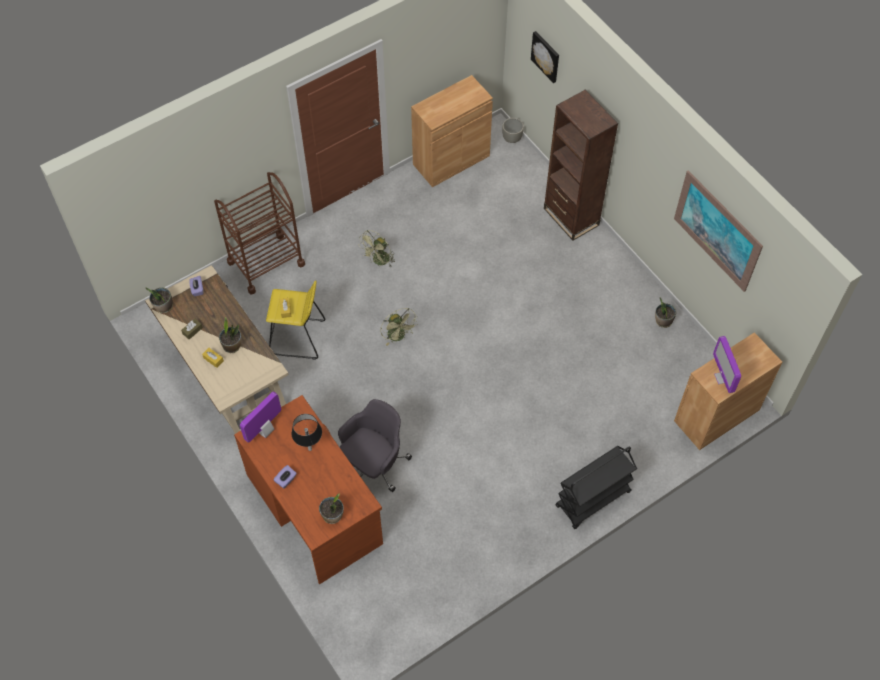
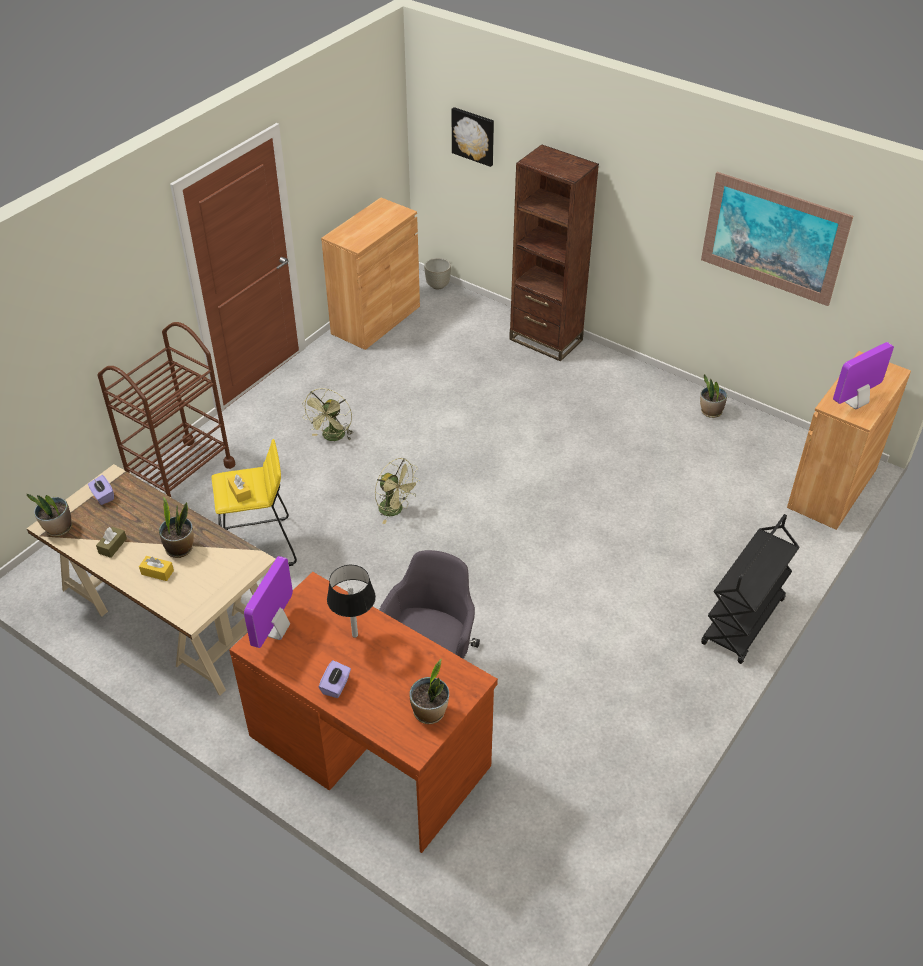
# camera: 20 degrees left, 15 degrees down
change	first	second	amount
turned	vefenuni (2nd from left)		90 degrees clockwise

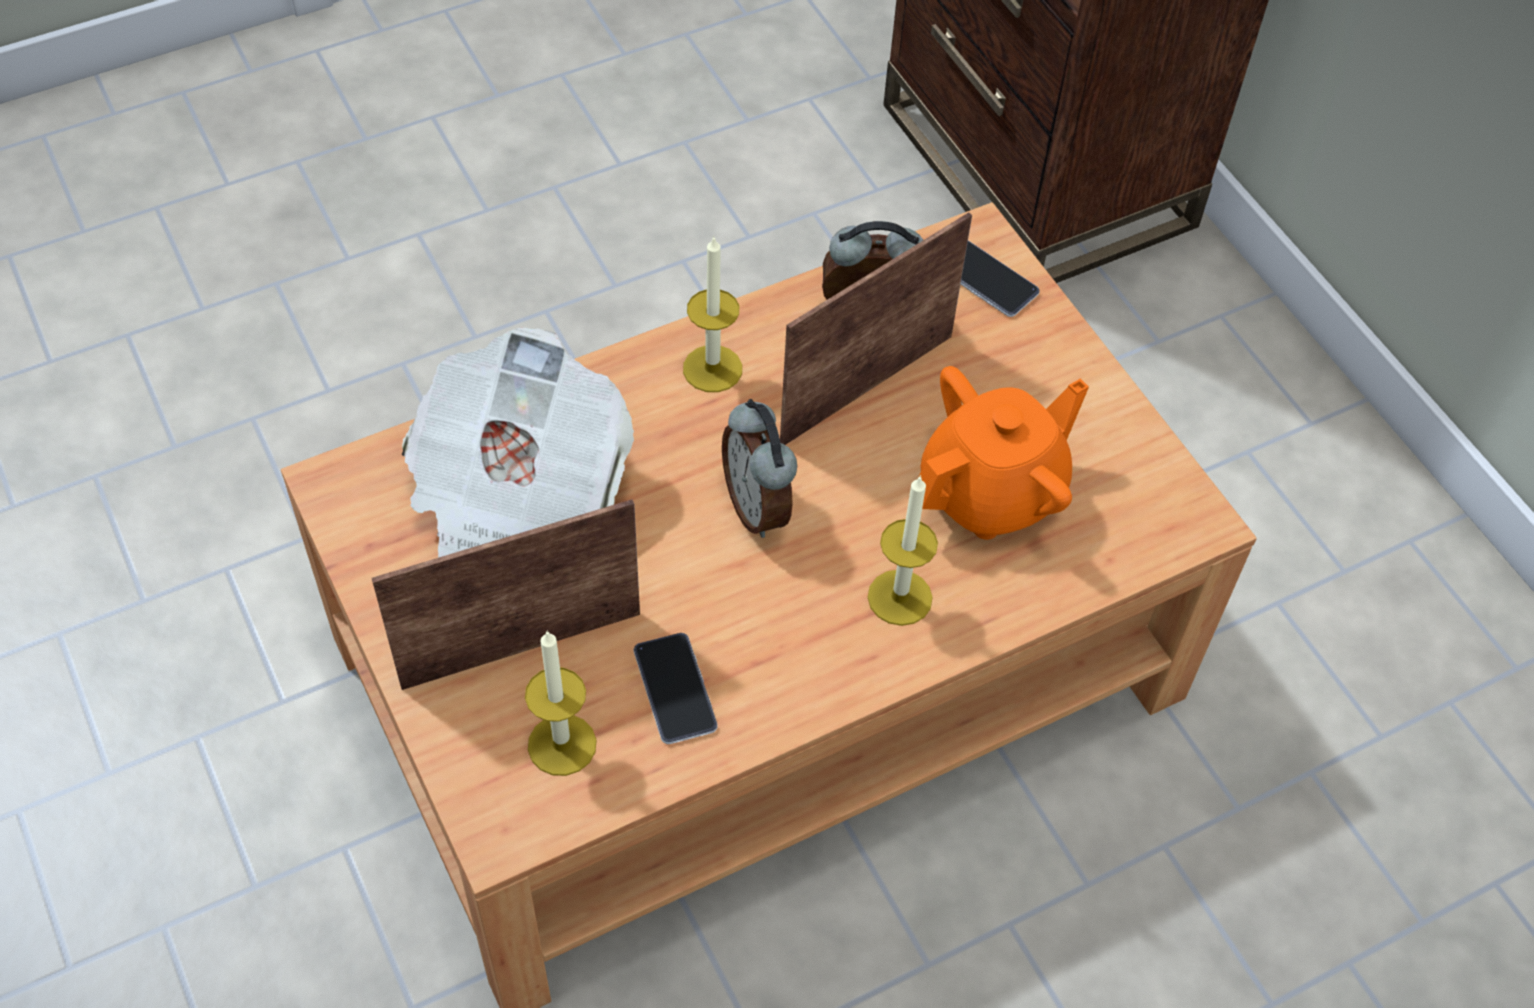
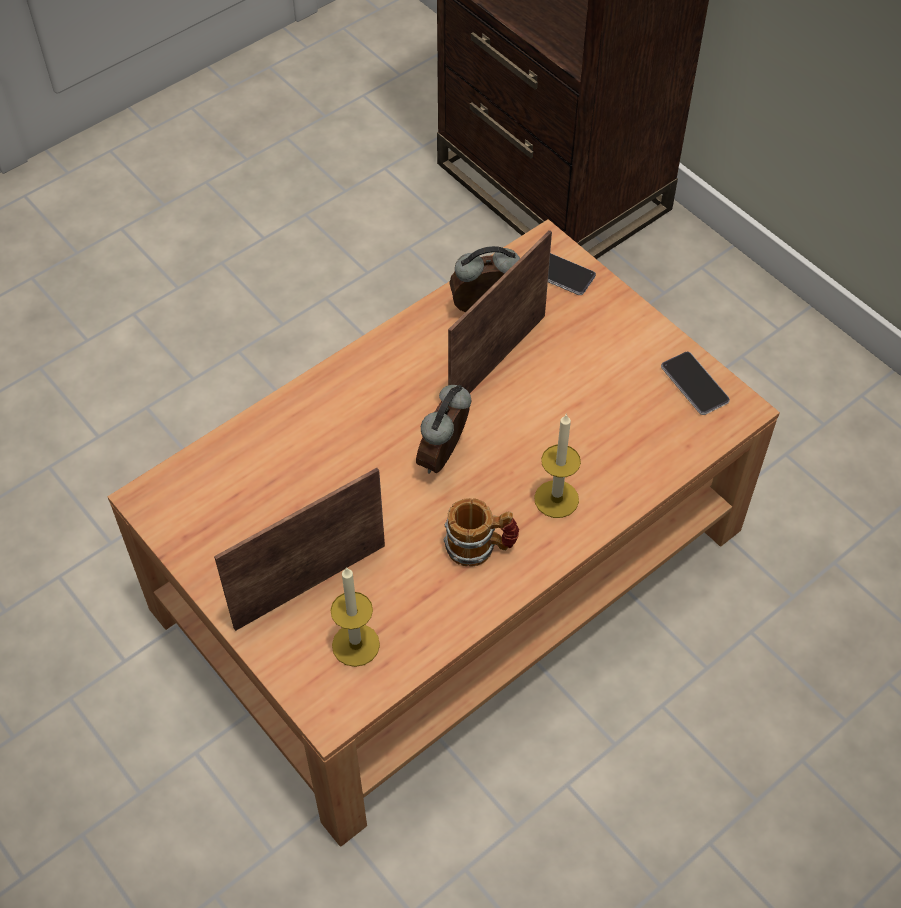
# camera: 10 degrees left, 0 degrees up
change	first	second	amount
removed	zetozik		
removed	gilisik (2nd from left)		
removed	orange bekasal		
added		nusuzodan	
moved	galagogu (1st from left in the first image)	galagogu (2nd from left)	
turned	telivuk (1st from left)		60 degrees clockwise

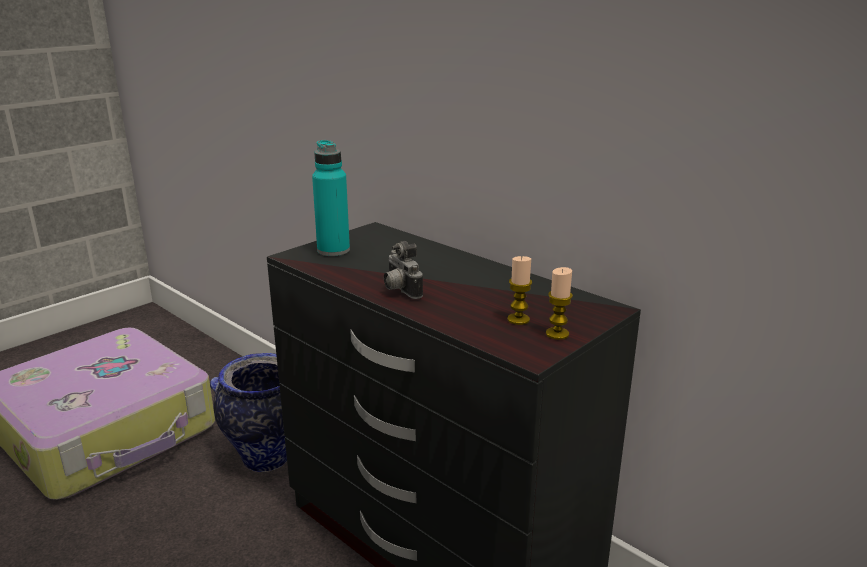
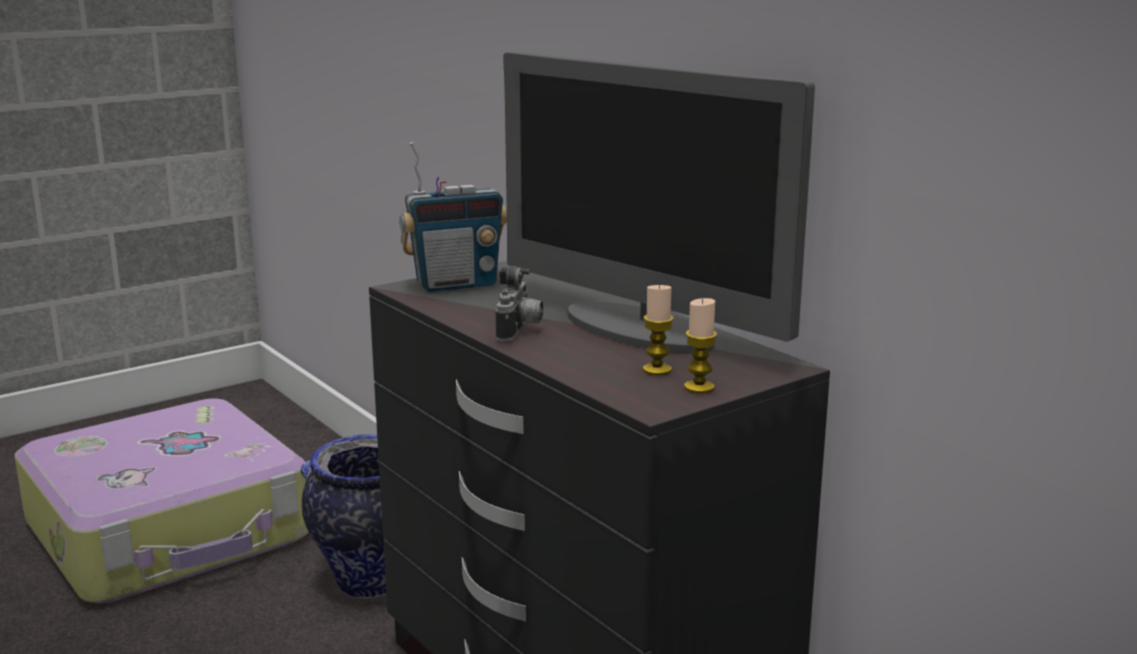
# camera: 10 degrees right, 5 degrees down
change	first	second	amount
added		vefenuni	
replaced	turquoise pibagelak	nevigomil	
turned	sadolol		150 degrees counterclockwise

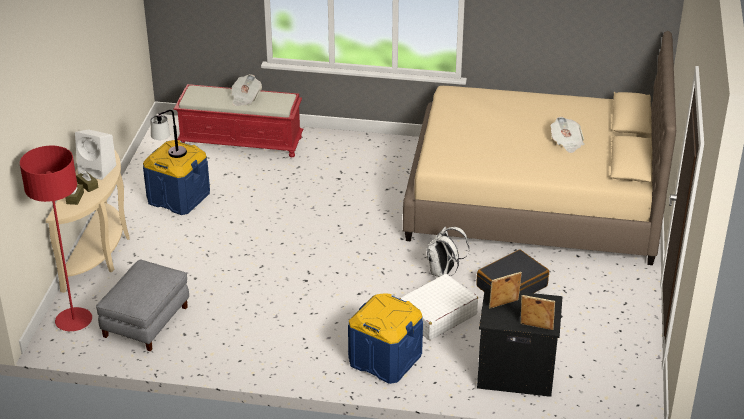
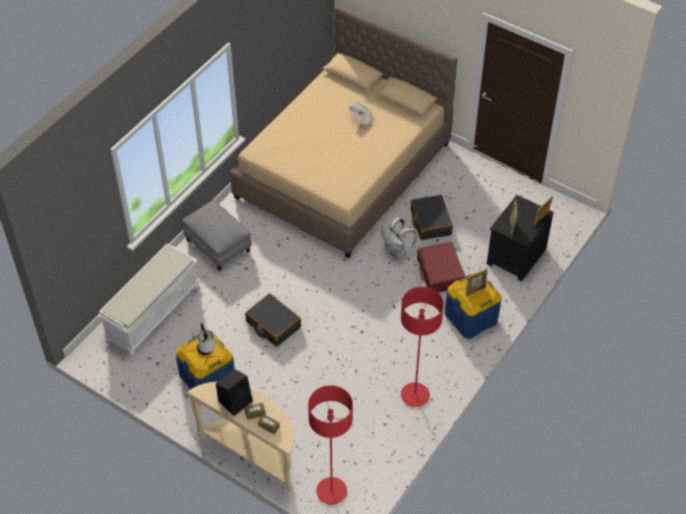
# camera: 65 degrees left, 15 degrees up
change	first	second	amount
removed	zetozik (1st from left)		
added		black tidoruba (1st from left)	
added		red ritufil (2nd from left)	
added		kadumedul (1st from left)	
moved	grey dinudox		
recoloured	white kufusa	black kufusa	
recoloured	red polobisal	white polobisal	
recoloured	white tidoruba	red tidoruba	

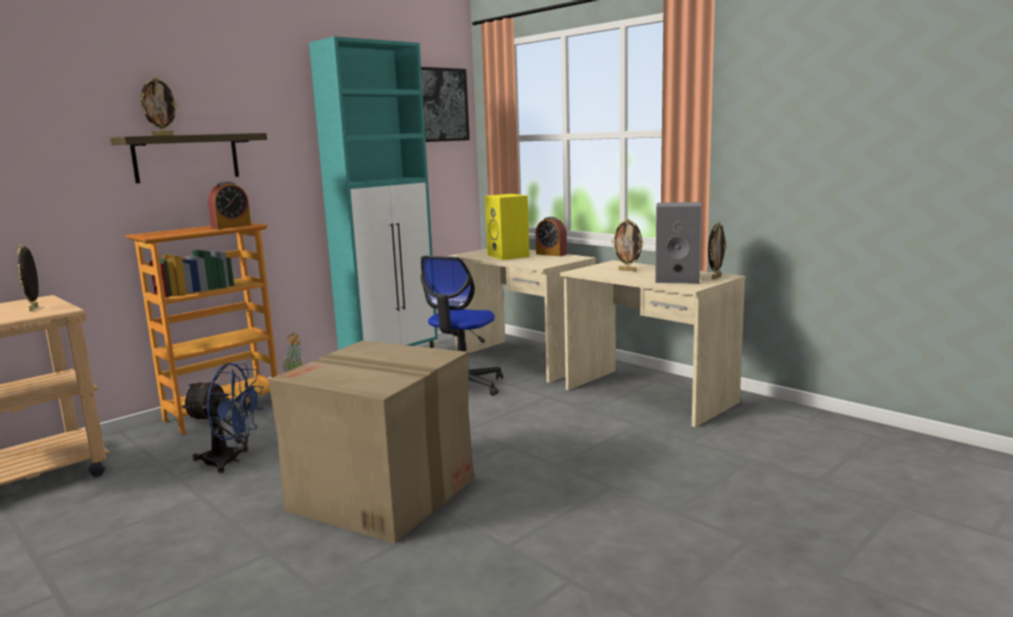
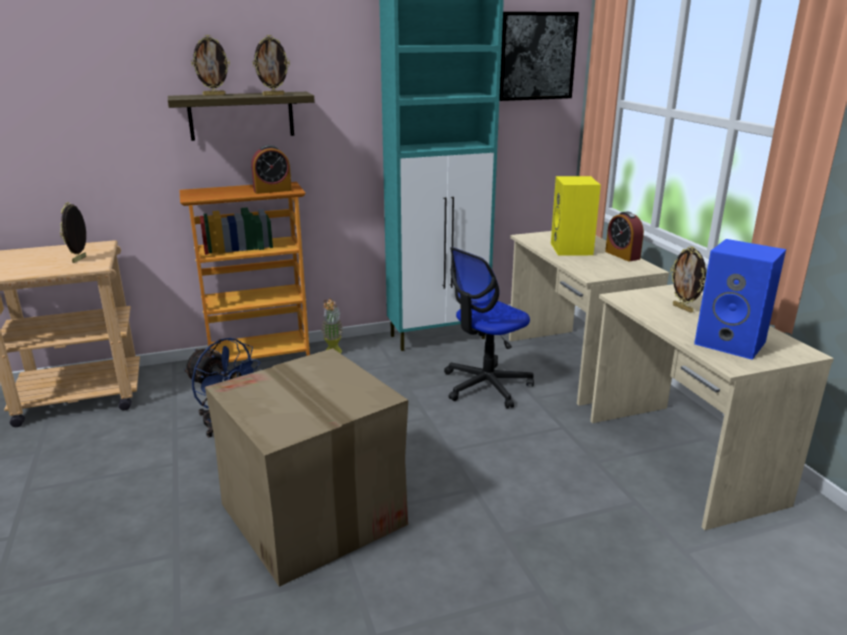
# camera: 25 degrees right, 10 degrees up
change	first	second	amount
moved	kadumedul (4th from left in the first image)	kadumedul (3rd from left)	
recoloured	grey kufusa	blue kufusa	

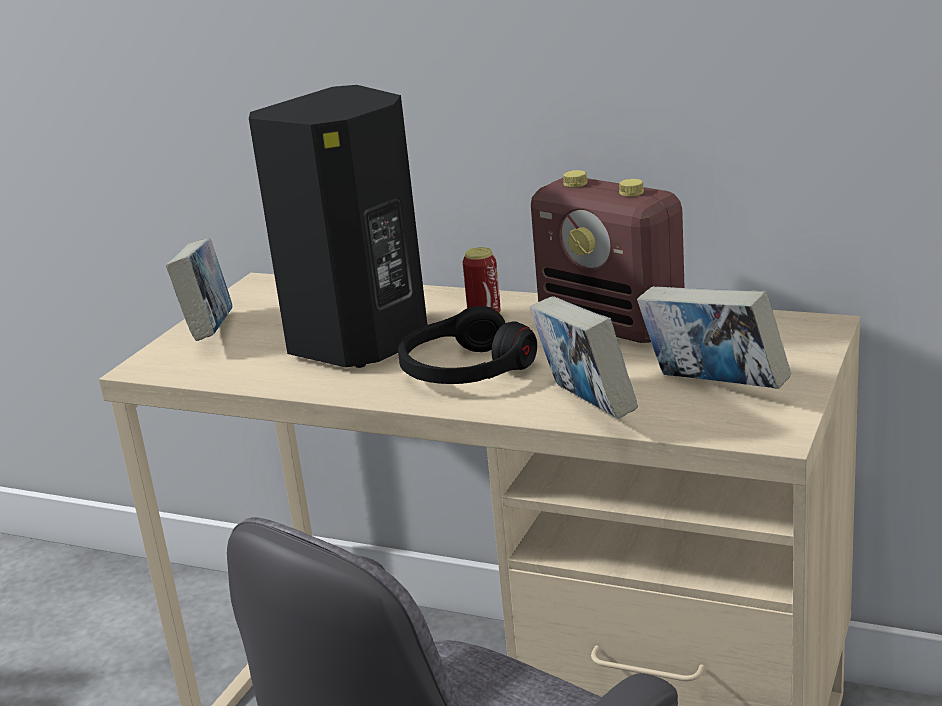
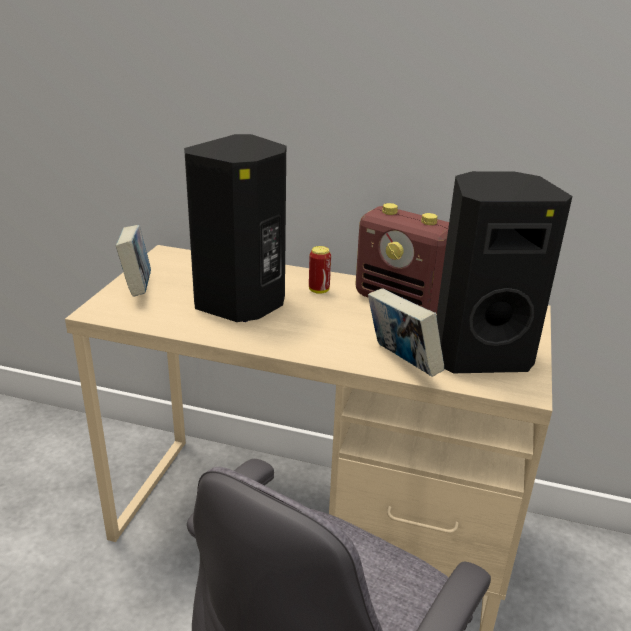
# camera: 10 degrees left, 5 degrees up
change	first	second	amount
removed	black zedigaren		
replaced	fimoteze (3rd from left)	black kufusa (2nd from left)	

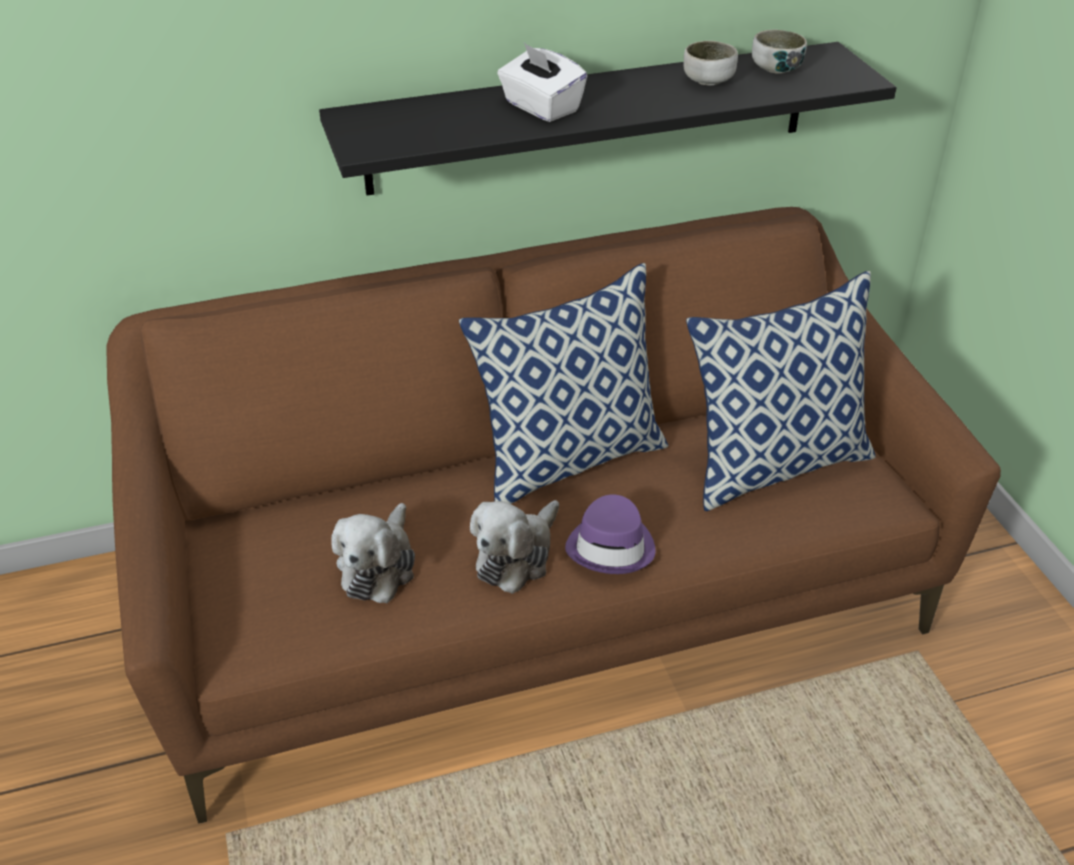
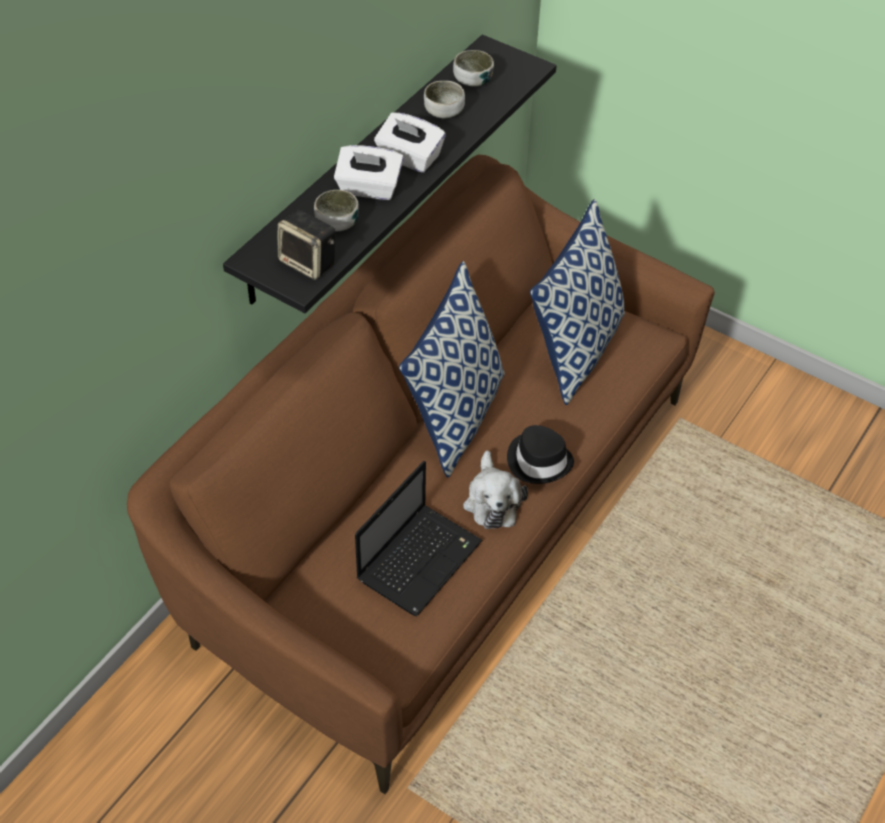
# camera: 40 degrees left, 10 degrees up
change	first	second	amount
added		kufusa	
added		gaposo (1st from left)	
added		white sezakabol (2nd from left)	
replaced	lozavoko (1st from left)	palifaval	
recoloured	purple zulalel	black zulalel	

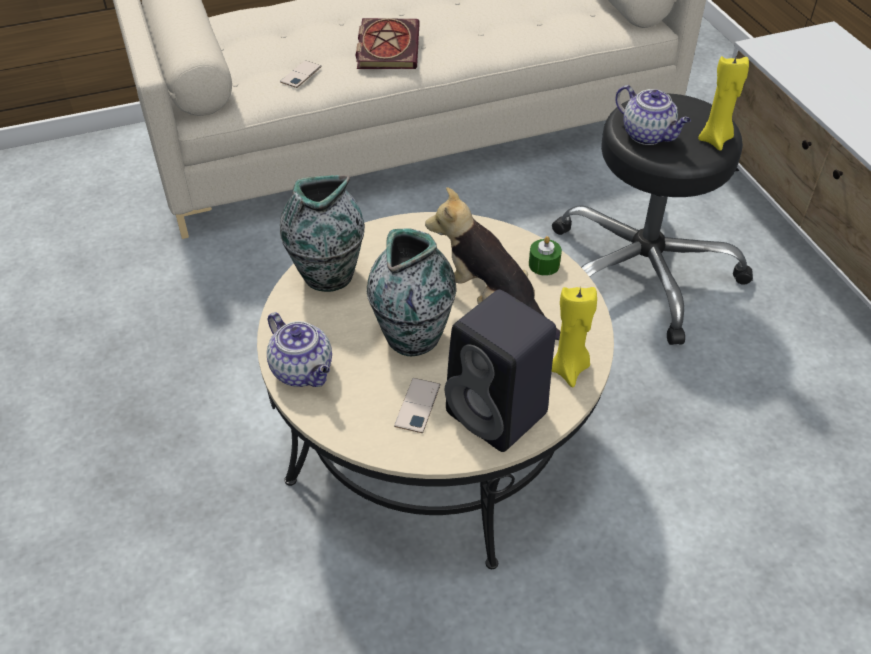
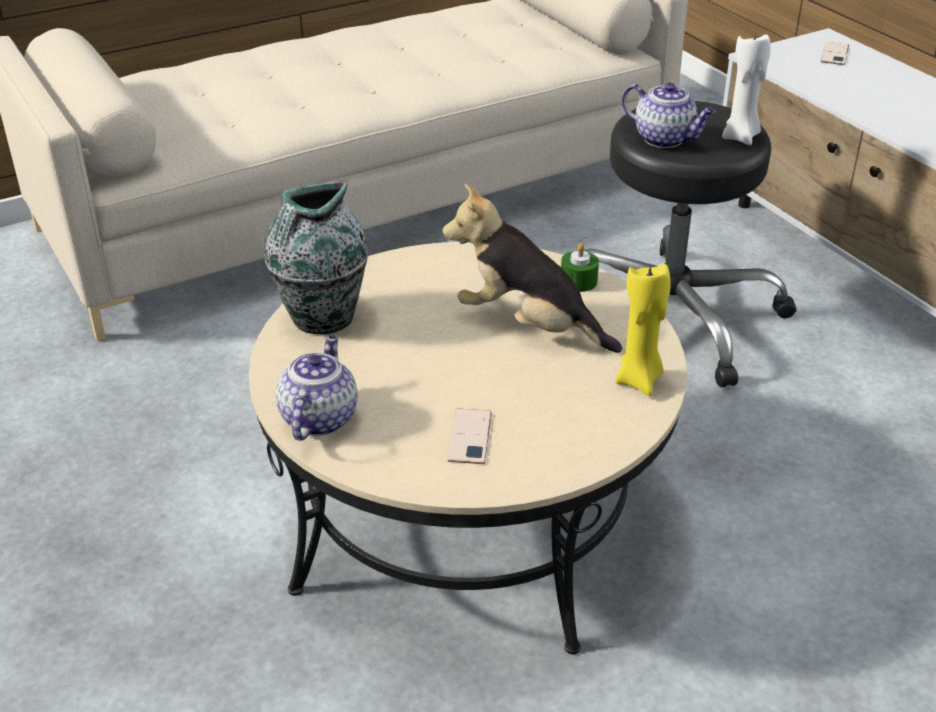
# camera: 10 degrees left, 10 degrees down
change	first	second	amount
removed	fimoteze		
removed	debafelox (2nd from left)		
removed	black kufusa		
moved	galagogu (1st from left in the first image)	galagogu (2nd from left)	
recoloured	yellow gilisik (2nd from left)	white gilisik	
turned	bekasal (1st from left)		120 degrees counterclockwise

